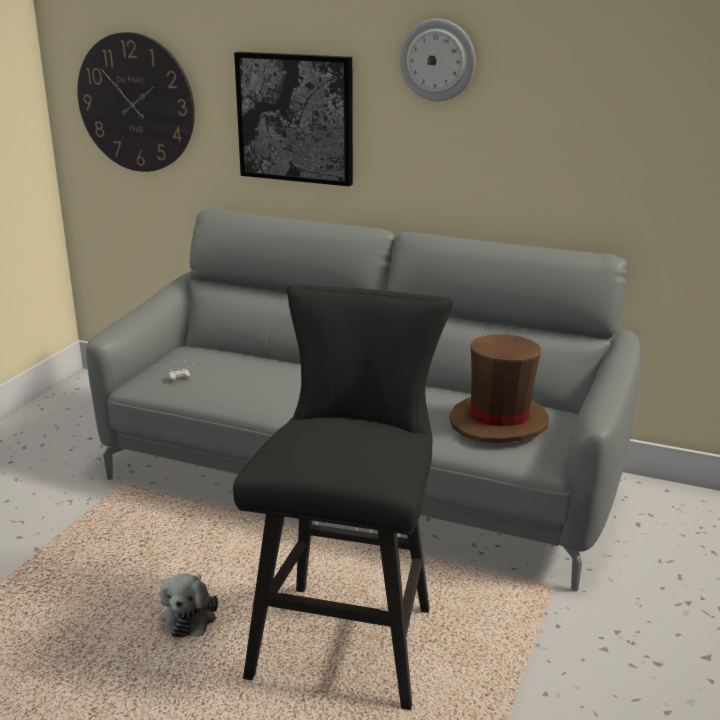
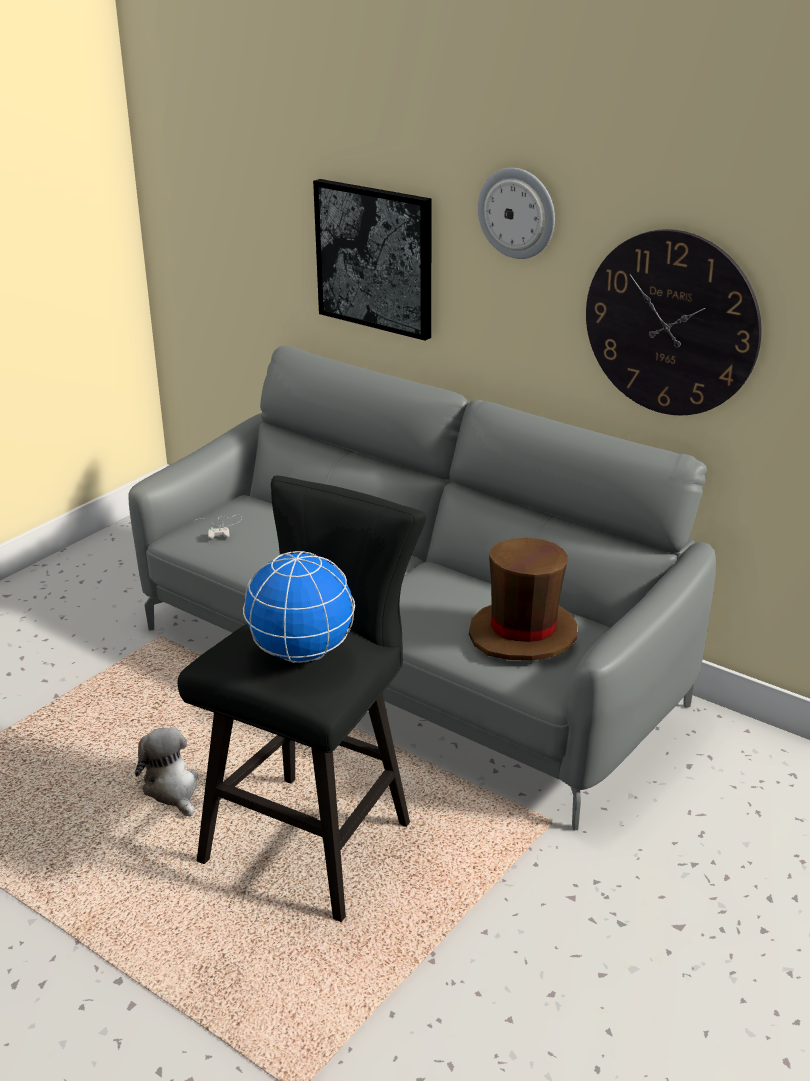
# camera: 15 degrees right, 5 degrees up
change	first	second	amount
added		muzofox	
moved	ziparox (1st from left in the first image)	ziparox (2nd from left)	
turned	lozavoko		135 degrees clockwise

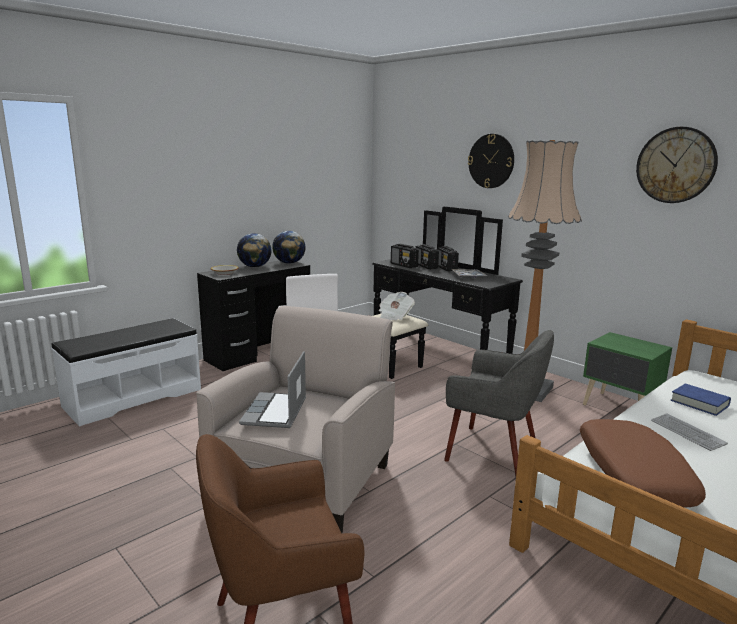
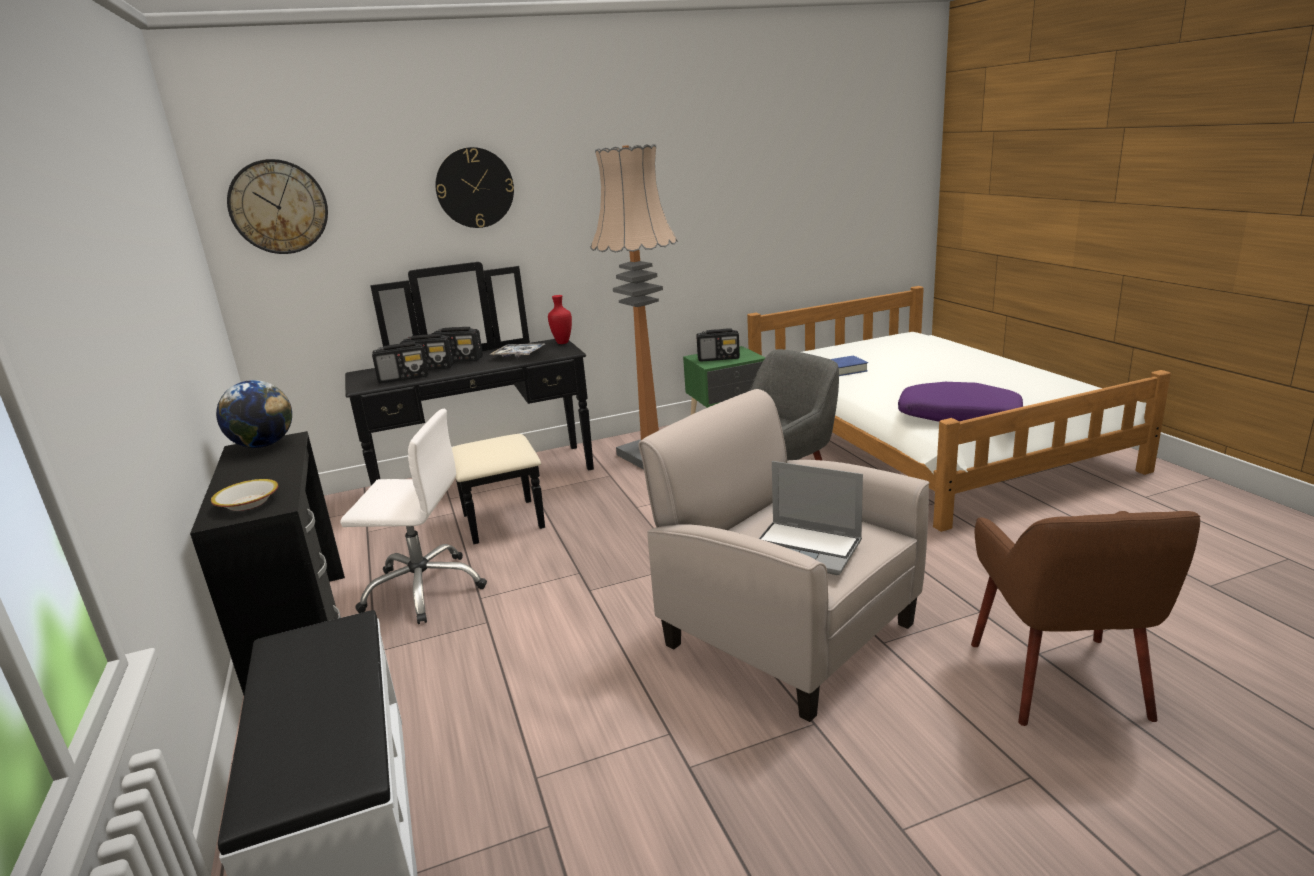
# camera: 65 degrees left, 5 degrees up
change	first	second	amount
removed	muzofox (1st from left)		
removed	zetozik		
removed	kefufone		
added		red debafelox	
added		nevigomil (4th from left)	
moved	ziparox (2nd from left in the first image)	ziparox (1st from left)	
recoloured	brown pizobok	purple pizobok	

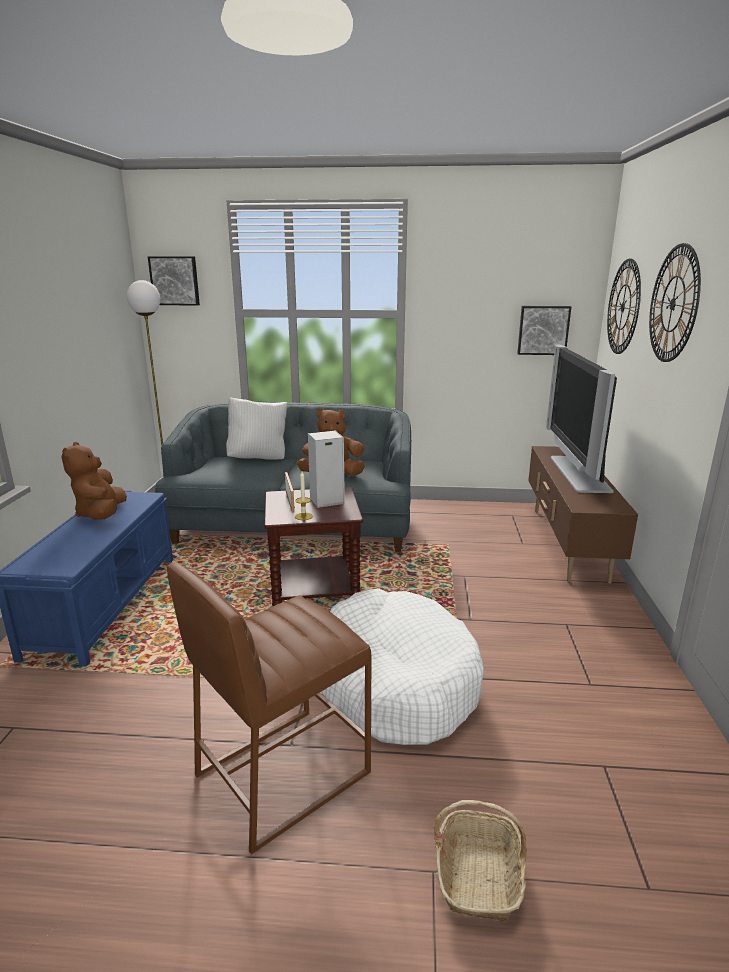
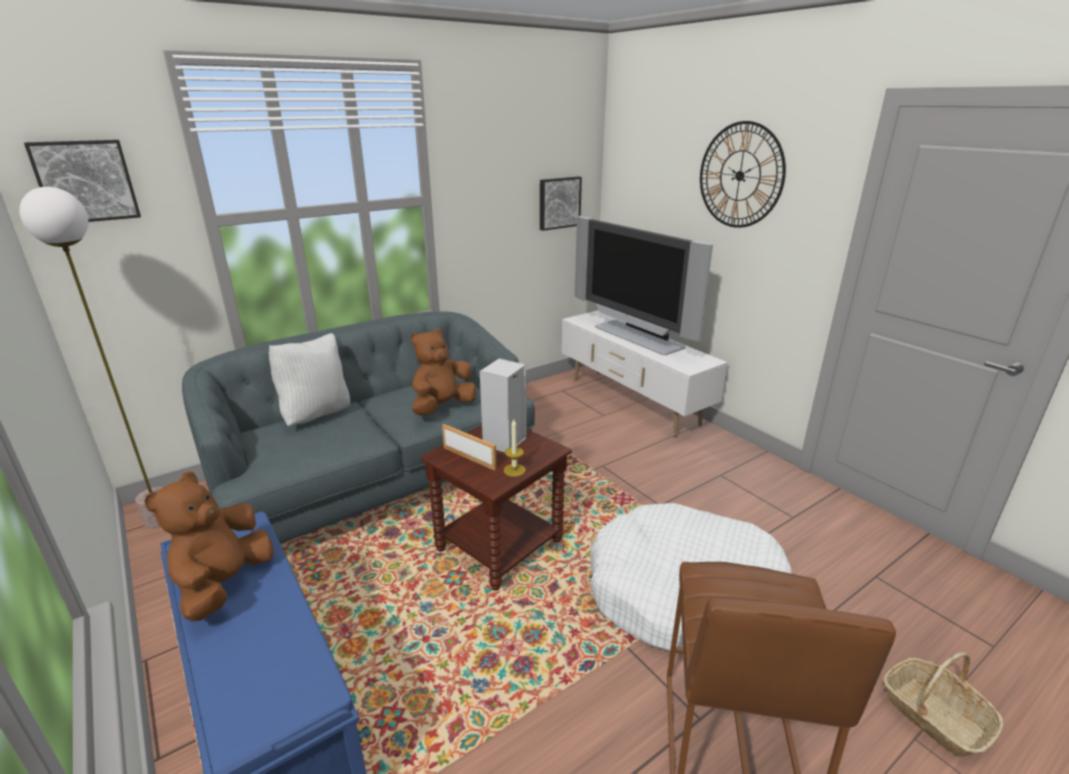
# camera: 40 degrees left, 5 degrees up
change	first	second	amount
removed	ziparox (1st from left)		
recoloured	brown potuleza	white potuleza	
turned	brown lozavoko (1st from left)		60 degrees clockwise

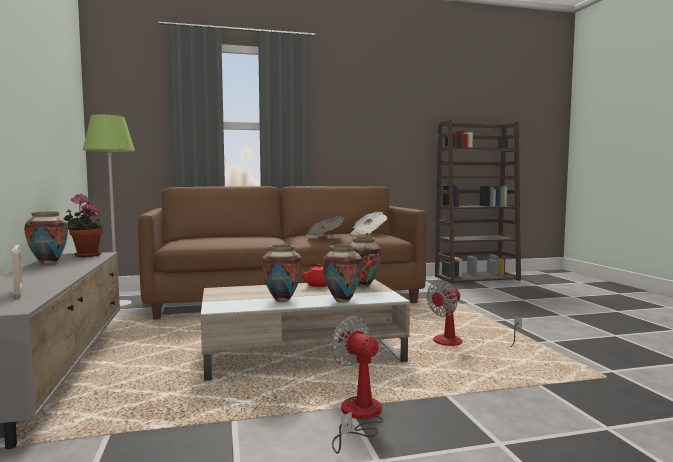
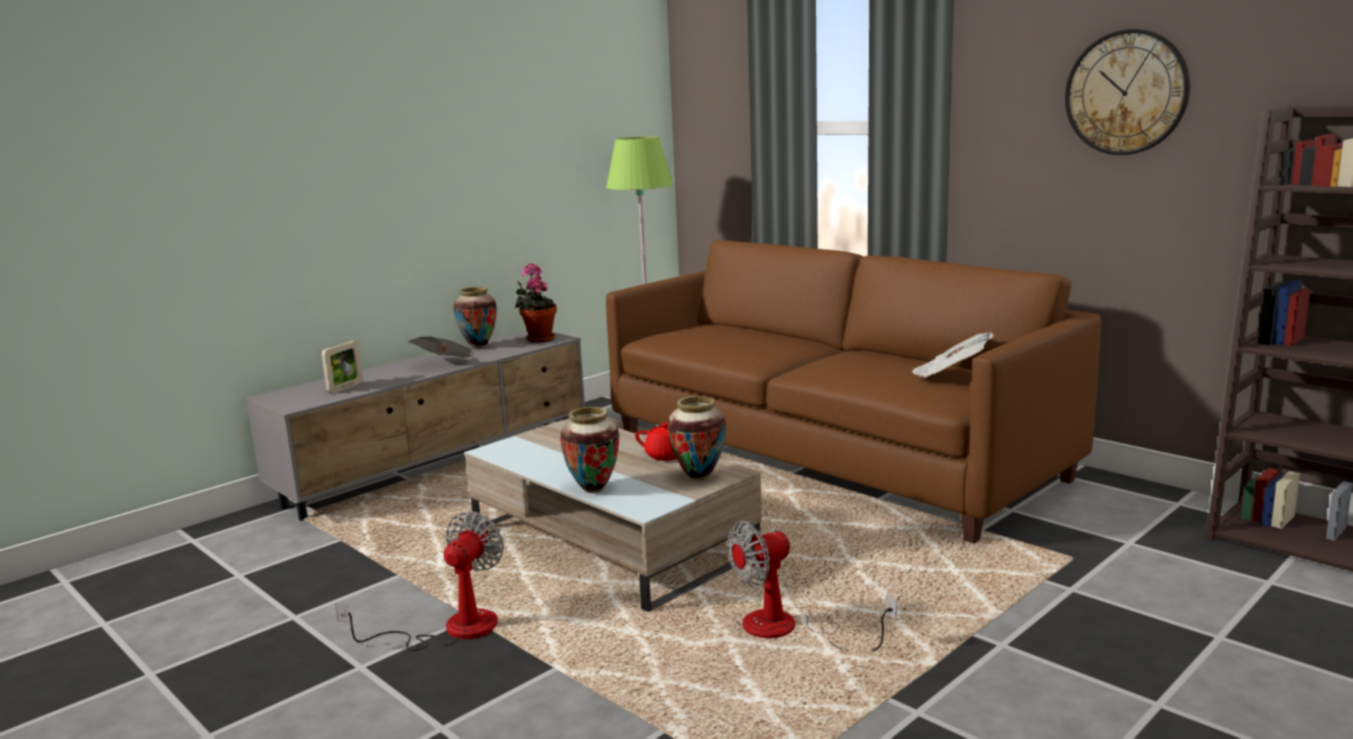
# camera: 60 degrees right, 10 degrees up
change	first	second	amount
removed	debafelox (2nd from left)		
added		ziparox	
moved	zetozik (1st from left)		
turned	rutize (2nd from left)		45 degrees counterclockwise

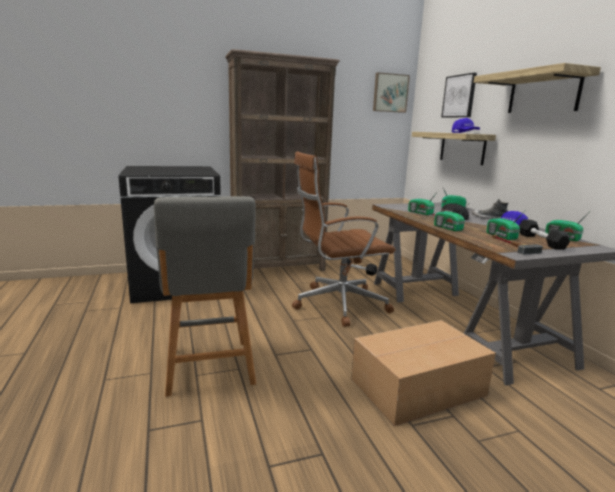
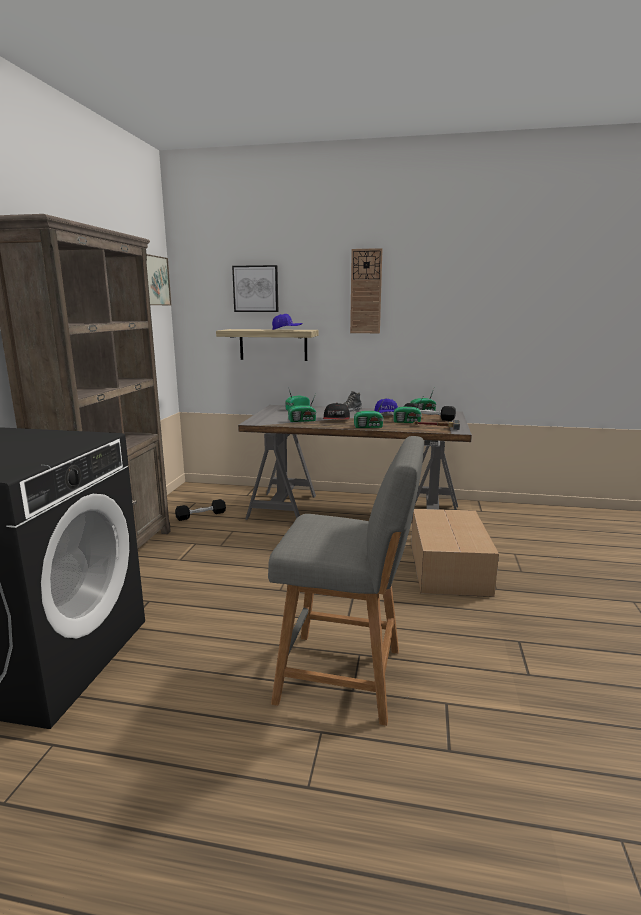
# camera: 60 degrees left, 0 degrees up
change	first	second	amount
removed	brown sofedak		
replaced	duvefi (2nd from left)	ziparox	

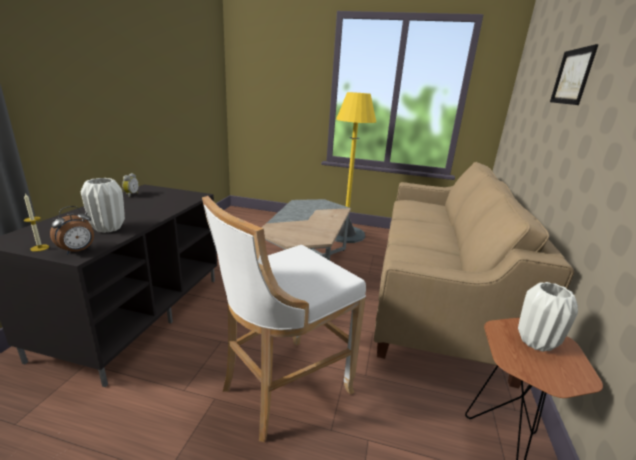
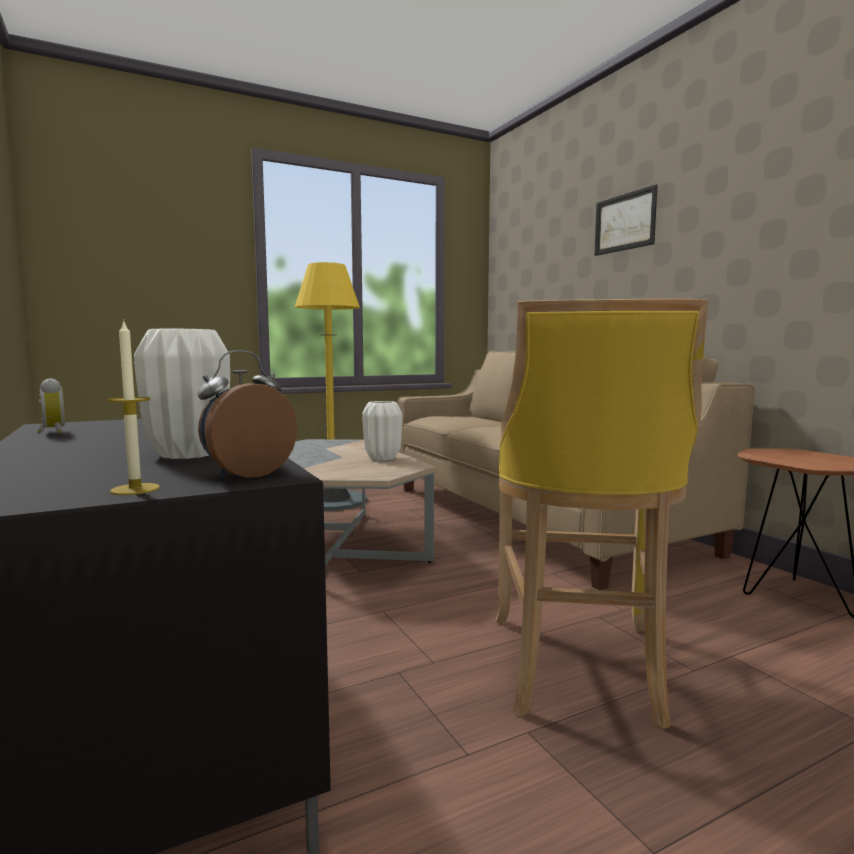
# camera: 40 degrees left, 15 degrees down
change	first	second	amount
moved	white debafelox (2nd from left)		
recoloured	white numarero	yellow numarero	
turned	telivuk (1st from left in the first image)	telivuk (2nd from left)	135 degrees counterclockwise

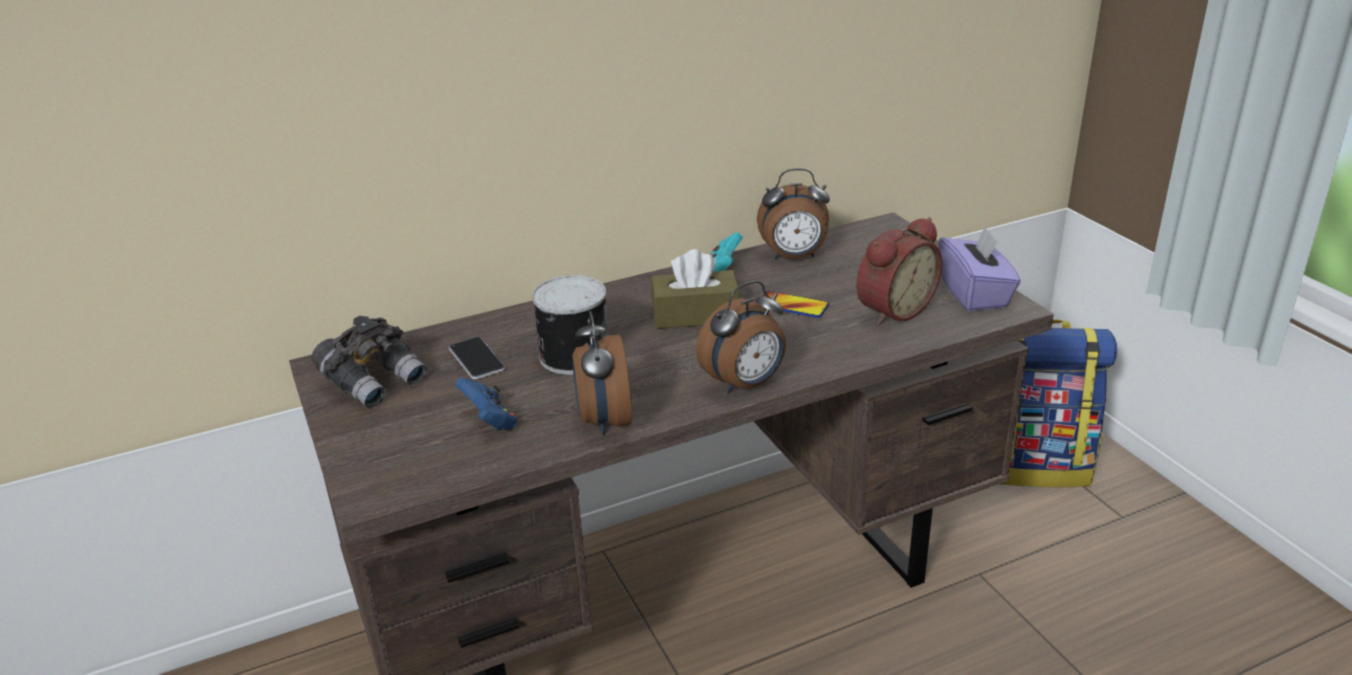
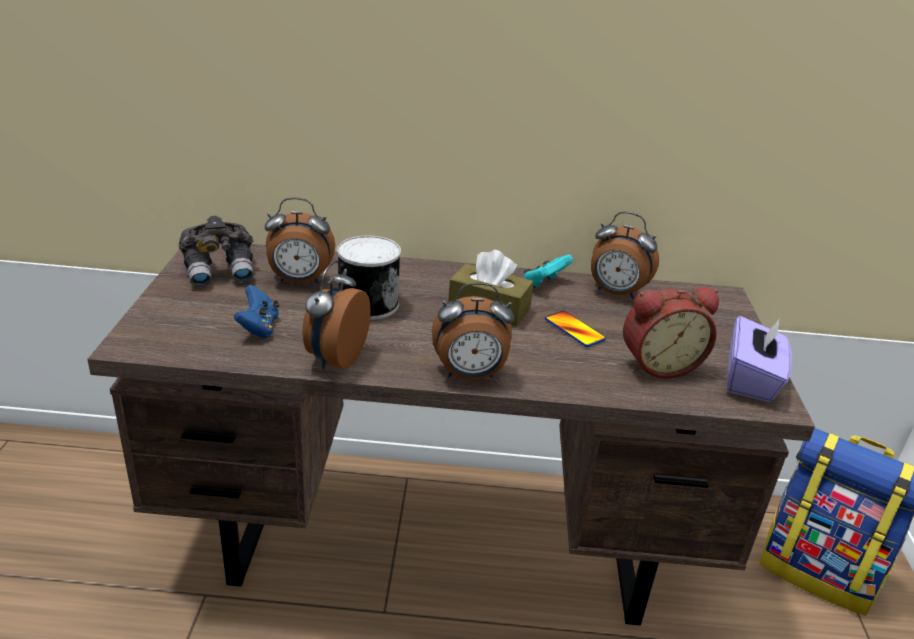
# camera: 25 degrees right, 0 degrees up
change	first	second	amount
replaced	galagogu (1st from left)	telivuk (1st from left)	

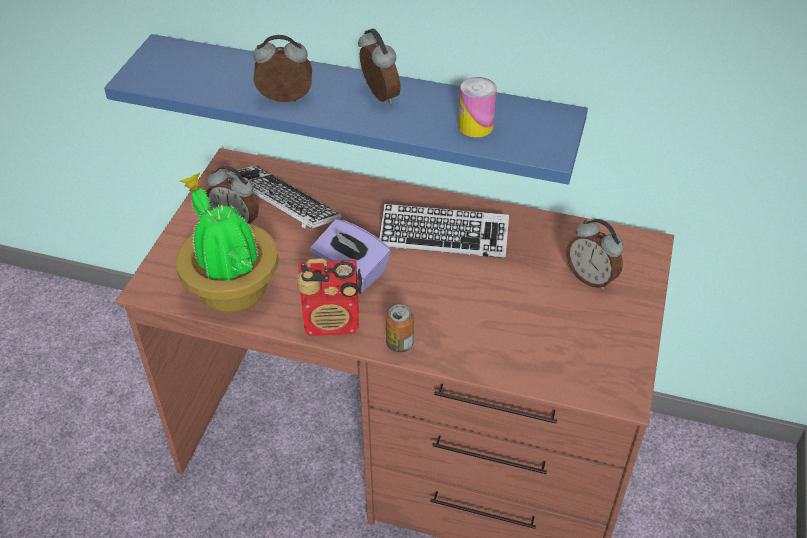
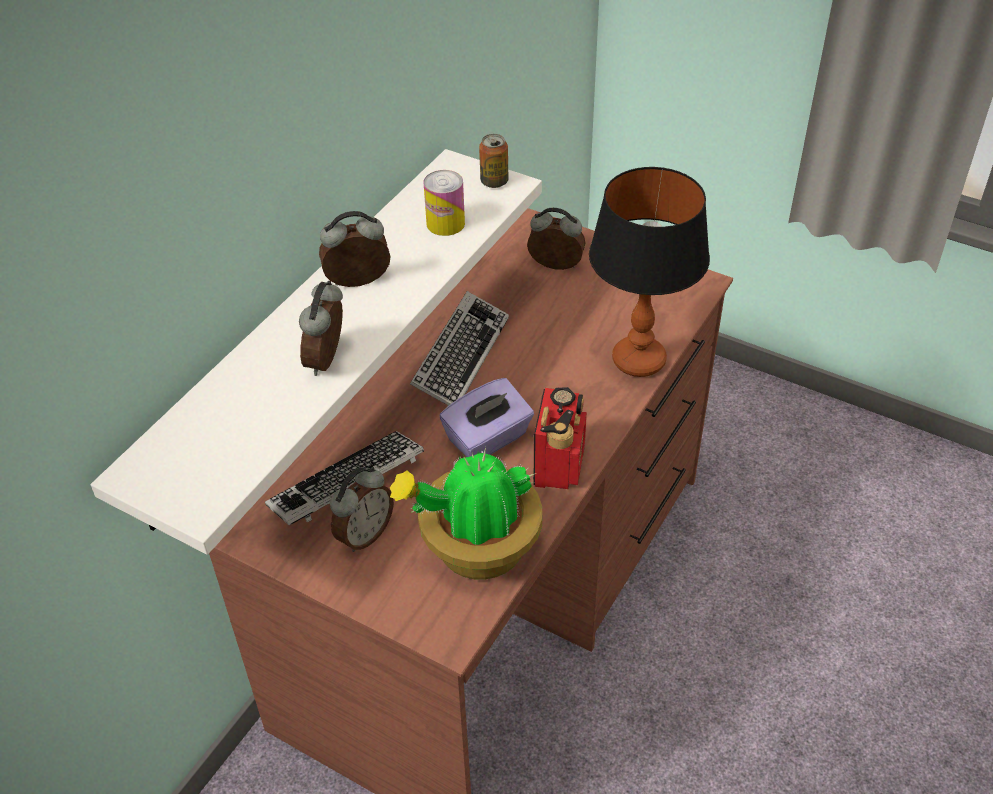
# camera: 75 degrees left, 0 degrees up
change	first	second	amount
added		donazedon	
moved	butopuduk (1st from left in the first image)	butopuduk (2nd from left)	
recoloured	blue duvefi	white duvefi	
turned	telivuk (4th from left)		135 degrees counterclockwise

